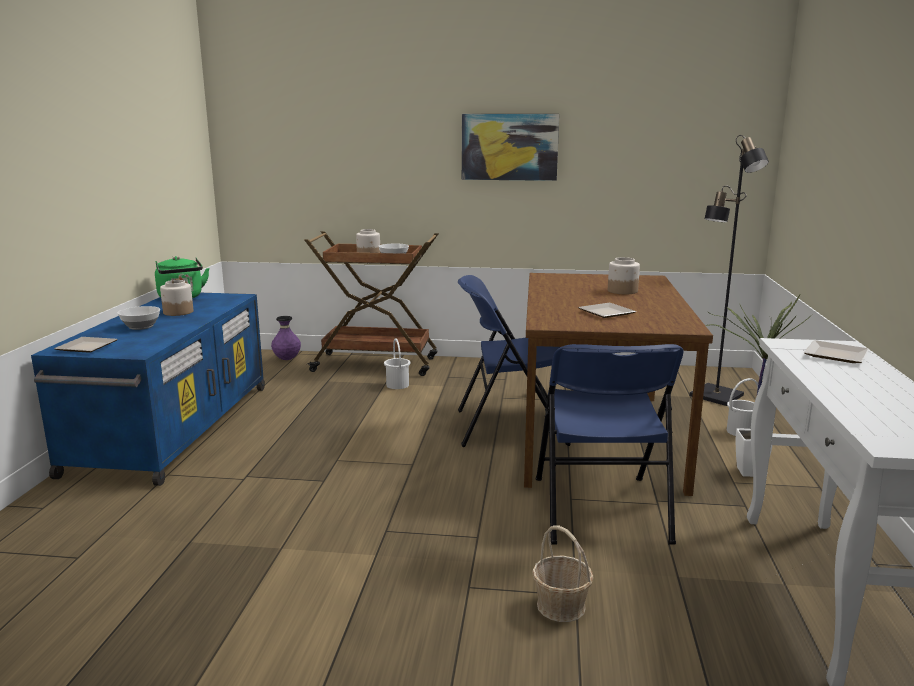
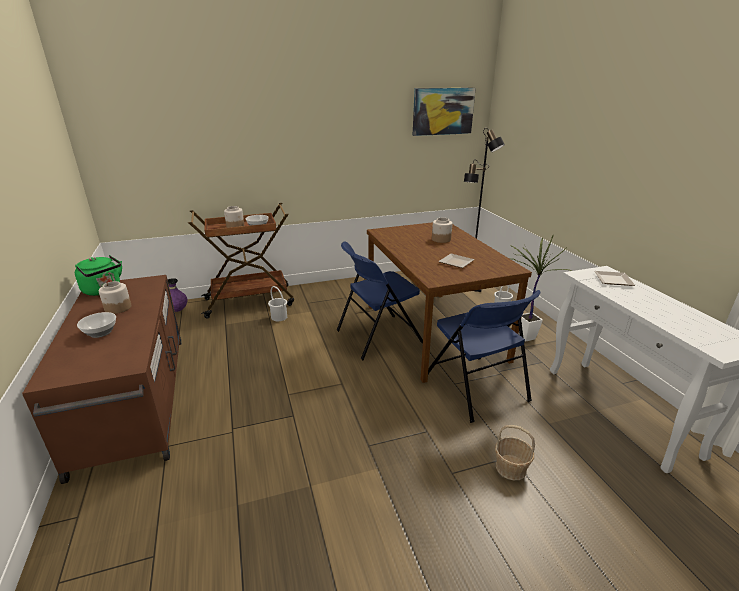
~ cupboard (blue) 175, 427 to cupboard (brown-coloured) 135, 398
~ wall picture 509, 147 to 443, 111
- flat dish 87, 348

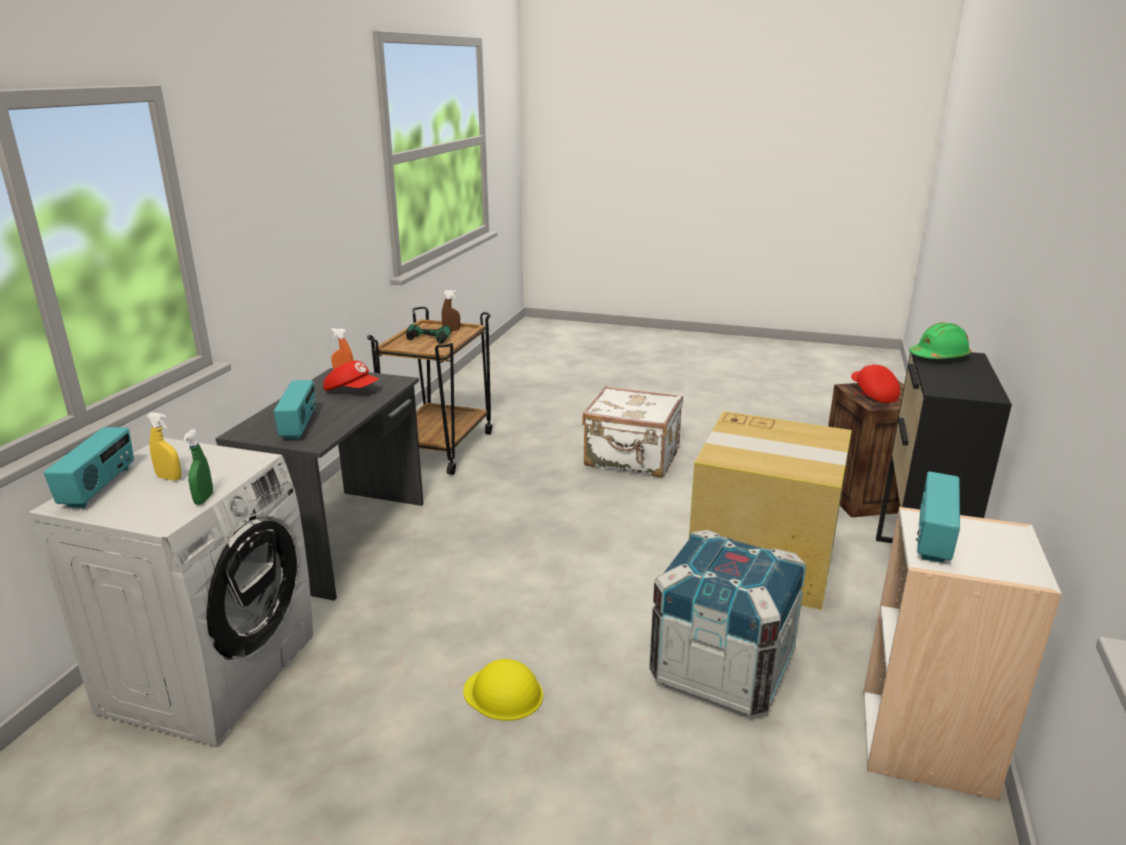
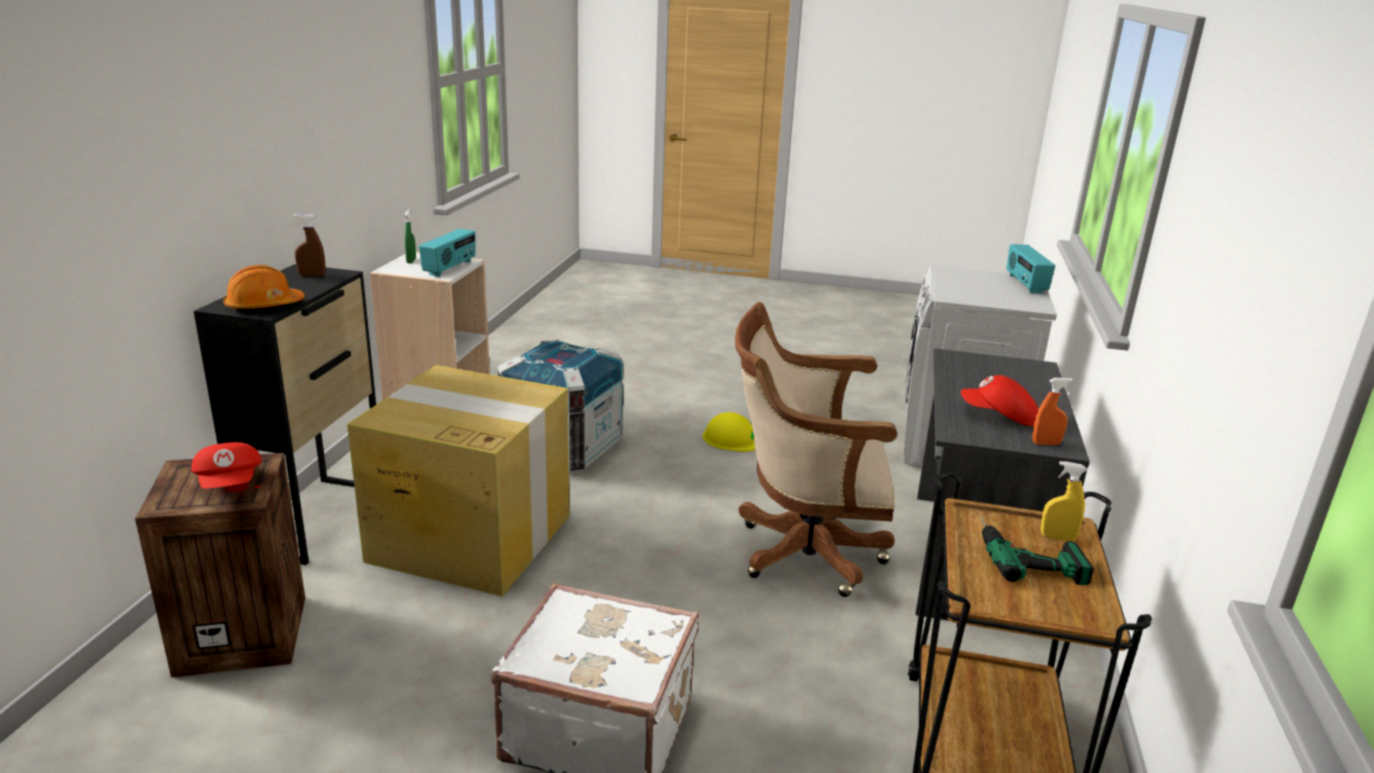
~ work helmet (greenish) 939, 357 to work helmet (orangey) 264, 306
~ spray bottle (brown-coloured) 451, 330 to 312, 276
~ spray bottle (greenish) 204, 499 to 411, 261
+ computer chair 802, 554
~ spray bottle (yellow) 169, 478 to 1057, 537
- radio receiver 299, 426

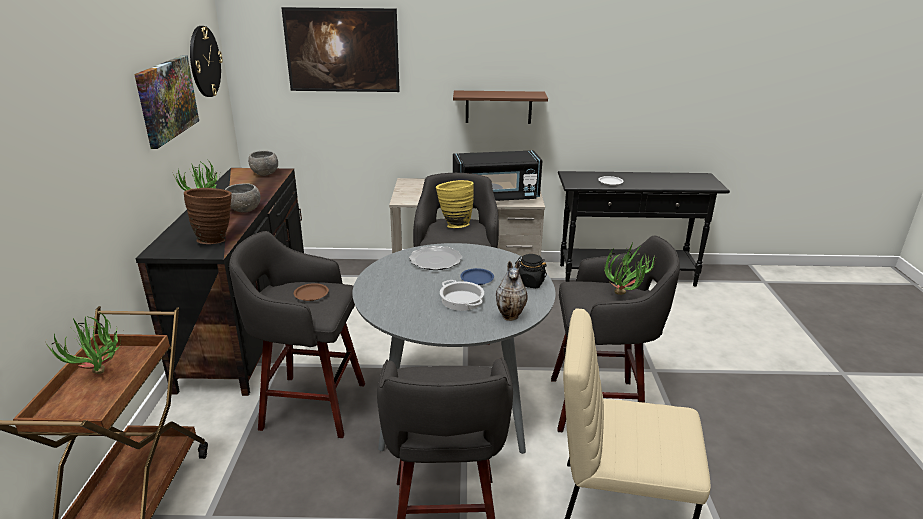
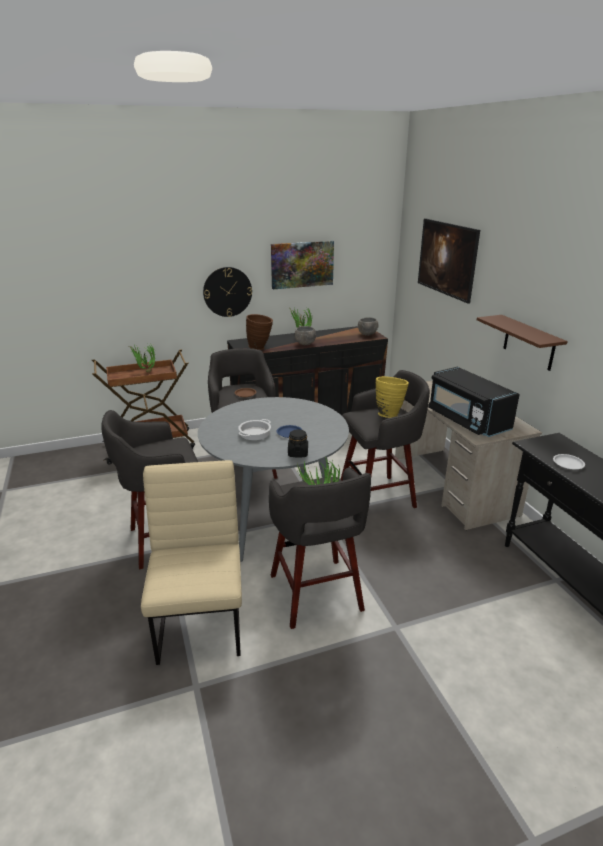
~ clock on the wall 204, 61 to 227, 292
- flat dish 435, 260
- decorative vase 511, 316

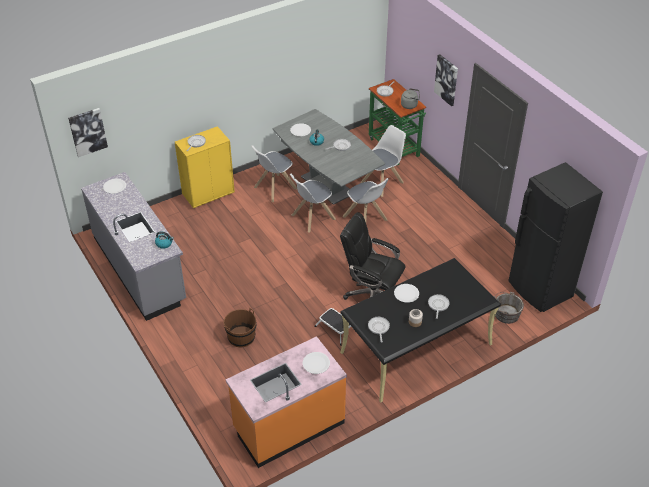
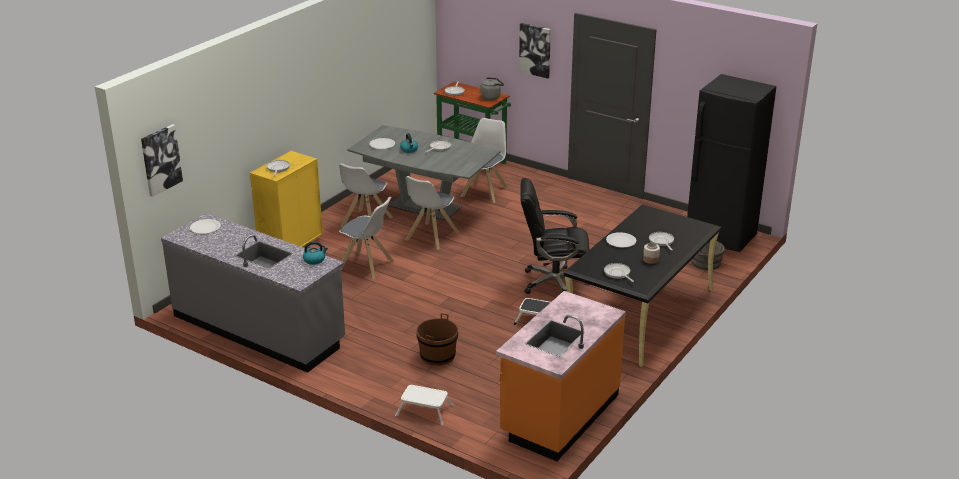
~ chair 365, 219 to 367, 266
+ stepladder (white-coloured) 424, 410
- flat dish (white-coloured) 316, 363

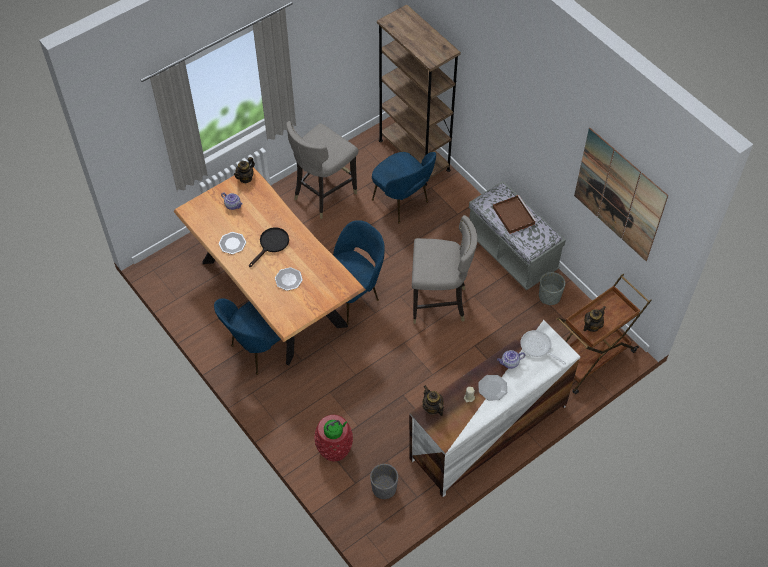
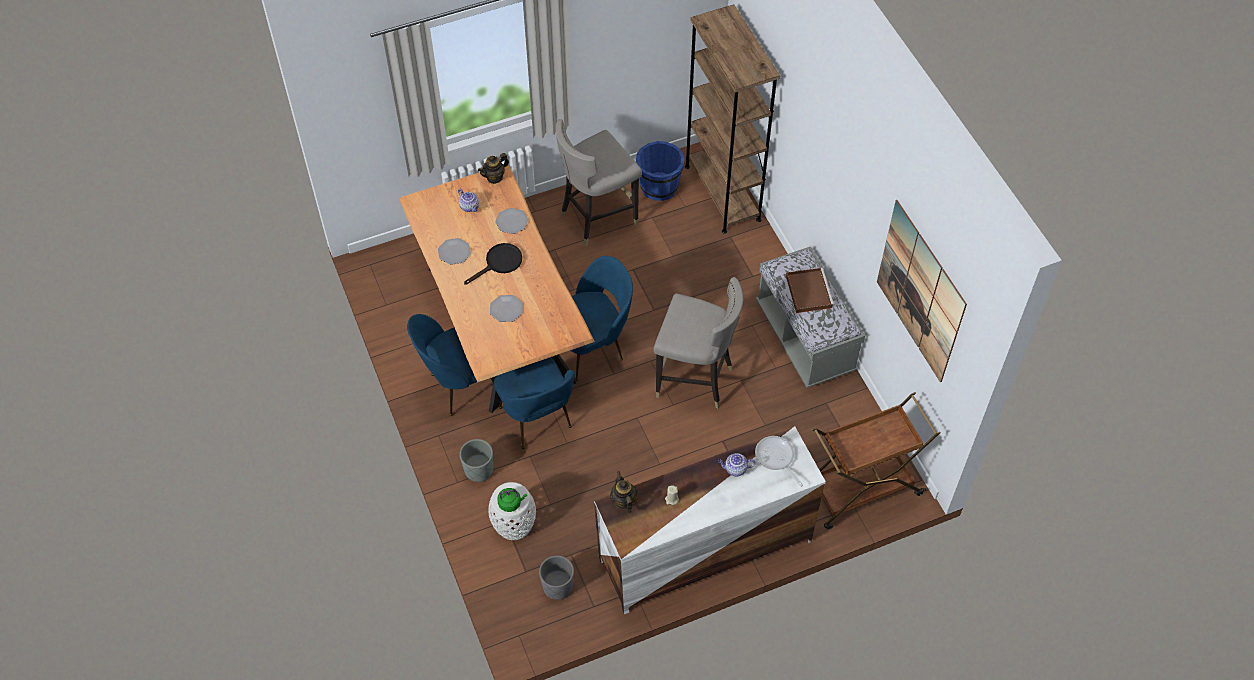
~ flower pot (gray) 549, 296 to 479, 470
~ stool seat (red) 334, 448 to stool seat (white-coloured) 514, 525
~ chair (blue) 403, 204 to 537, 422
~ flat dish 492, 388 to 512, 221
+ pail (blue) 659, 186
- pot for tea 592, 326

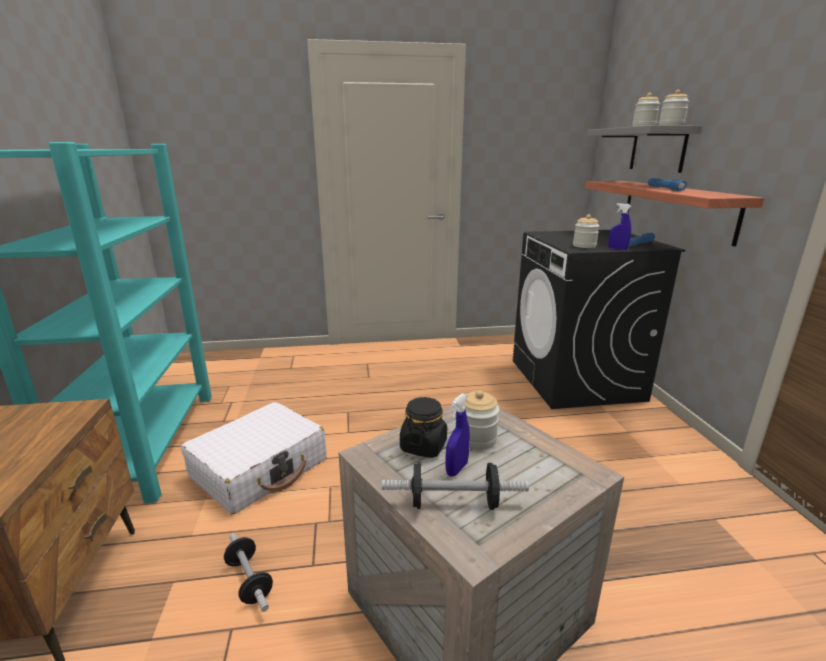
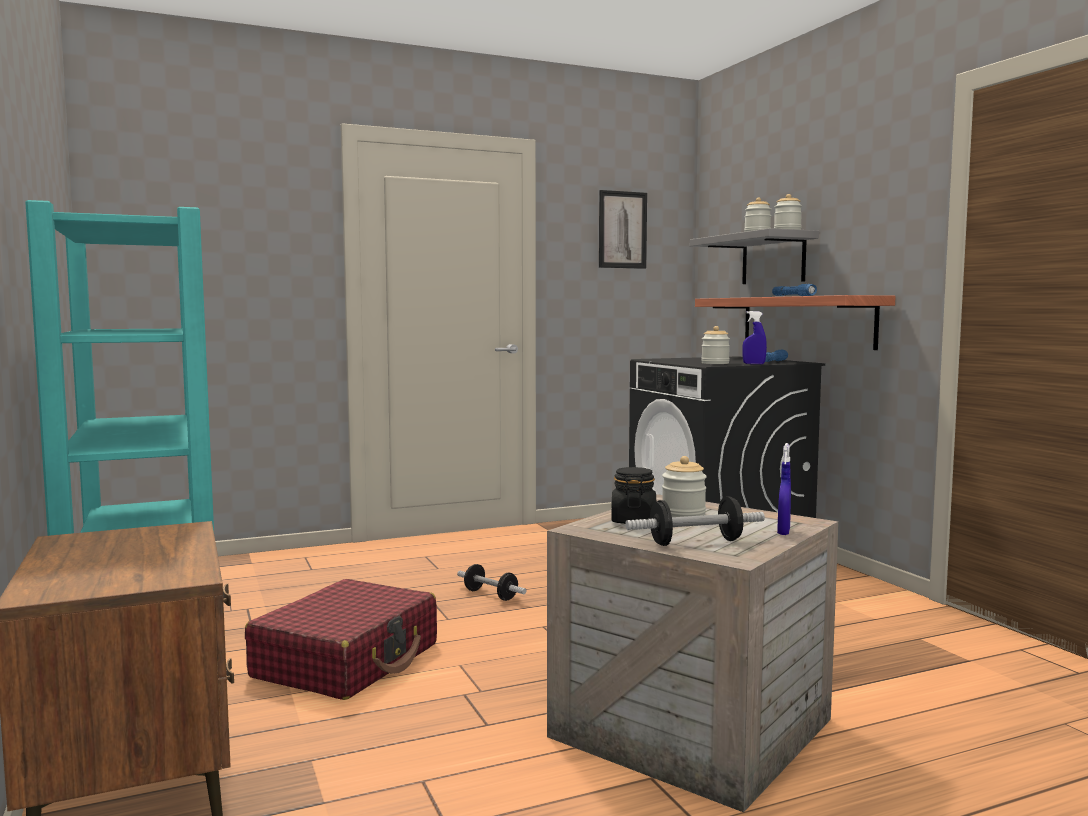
~ travel case (white-coloured) 260, 468 to travel case (red) 348, 661
~ dumbbell 249, 580 to 490, 595
+ wall picture 622, 230
~ spray bottle (blue) 457, 469 to 783, 532

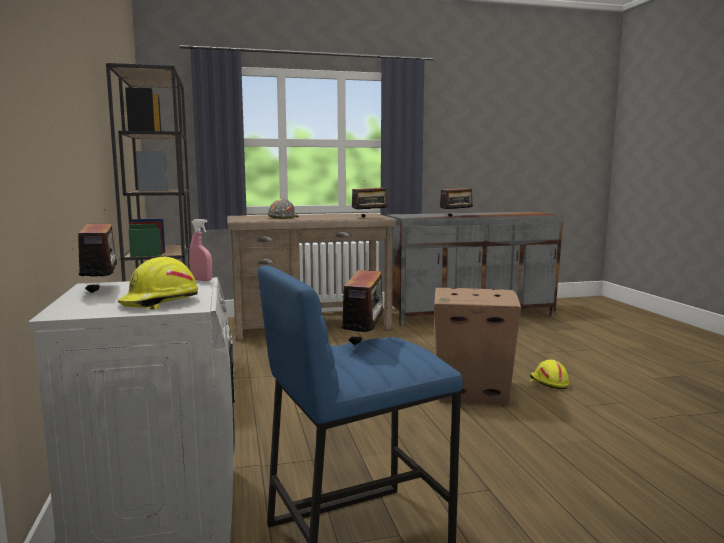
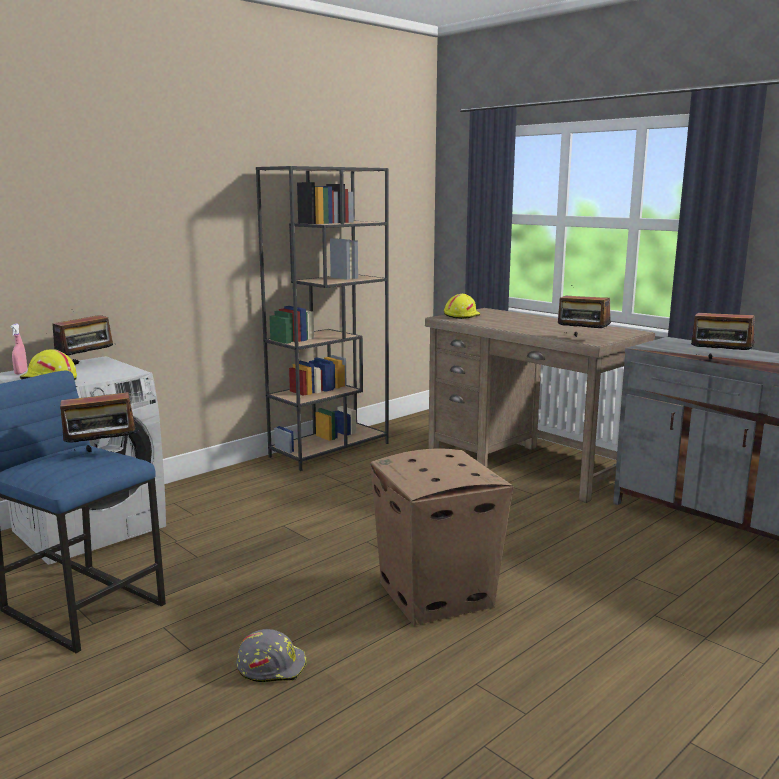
~ spray bottle (pink-coloured) 201, 280 to 21, 373
~ work helmet (gray) 282, 217 to 272, 666
~ work helmet (yellow) 548, 383 to 461, 316

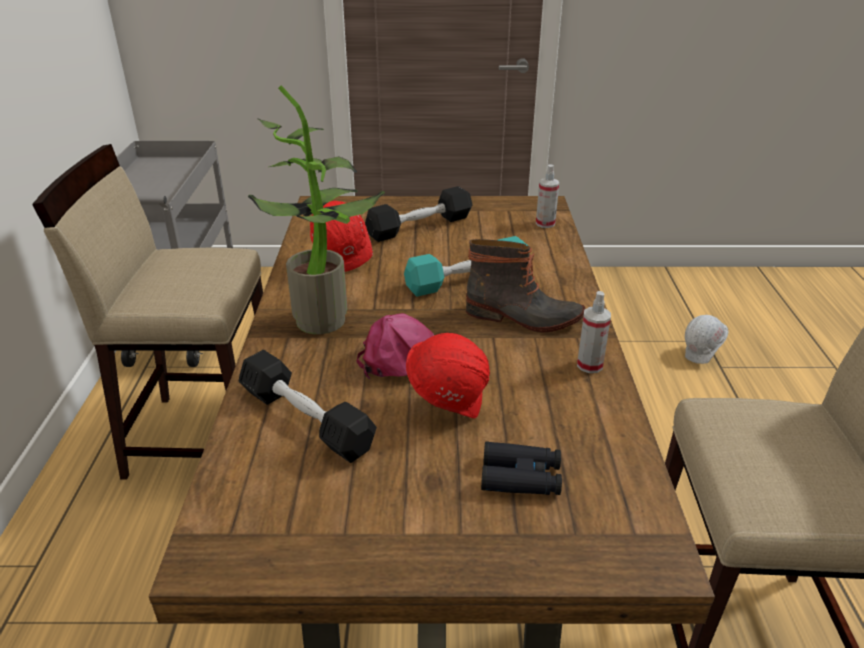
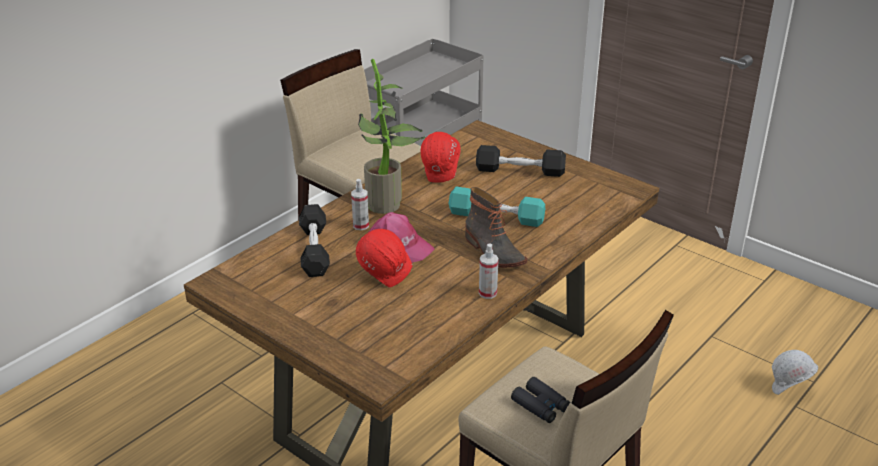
~ spray bottle 545, 223 to 361, 225
~ field glasses (black) 521, 477 to 540, 405

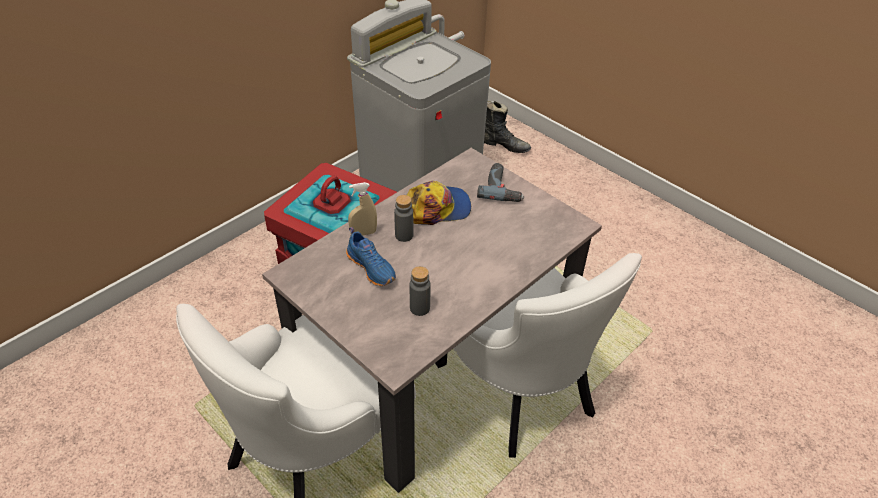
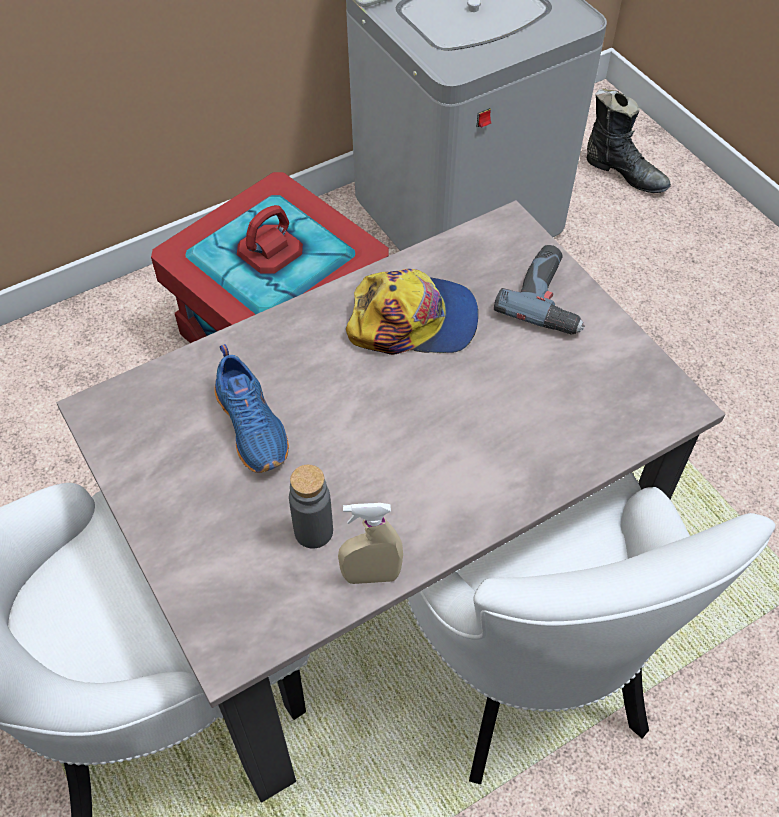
~ spray bottle (sand-coloured) 363, 233 to 371, 576
- drink bottle (gray) 404, 235

